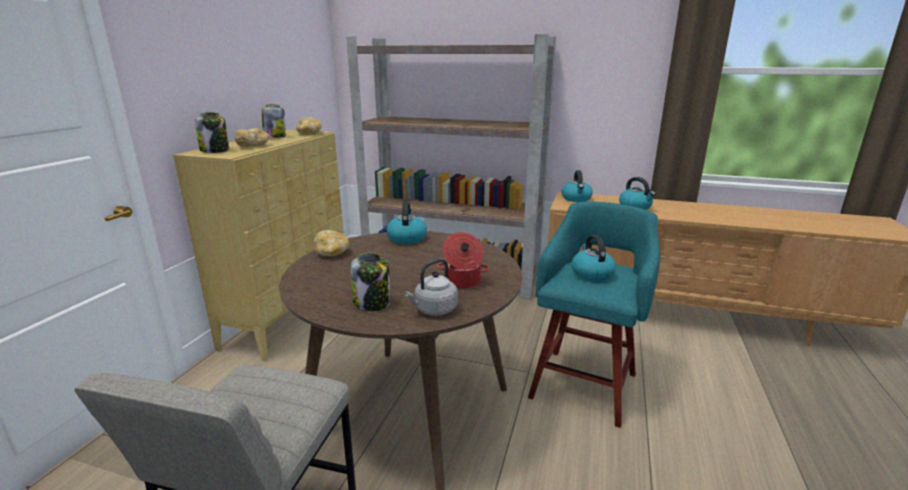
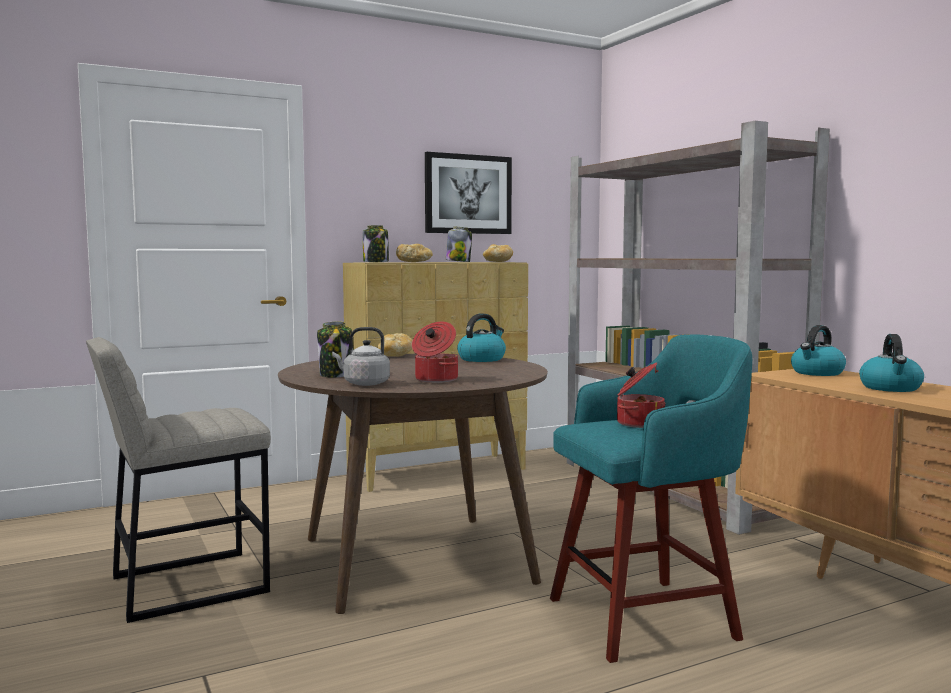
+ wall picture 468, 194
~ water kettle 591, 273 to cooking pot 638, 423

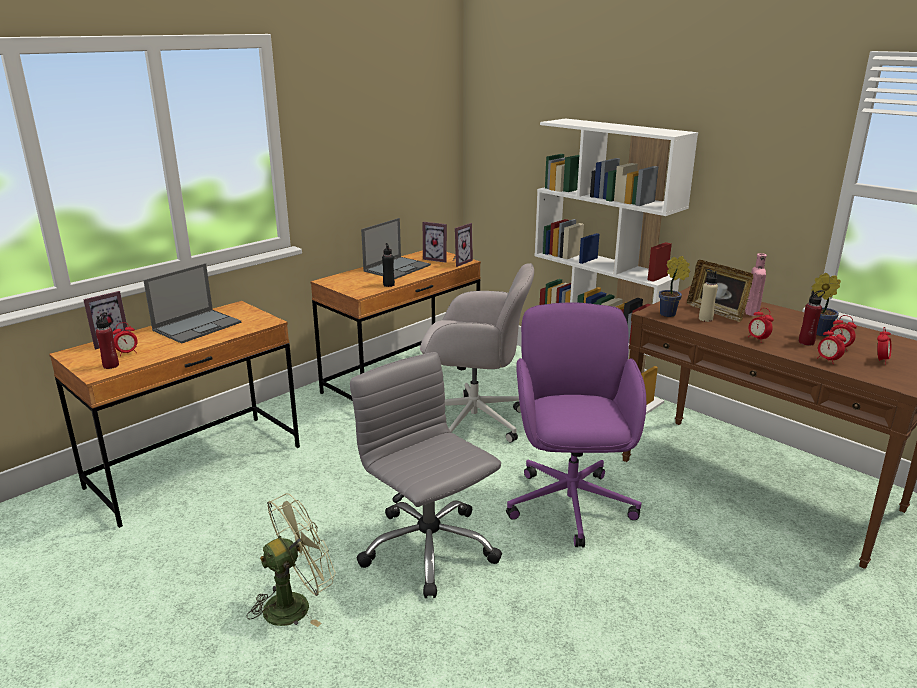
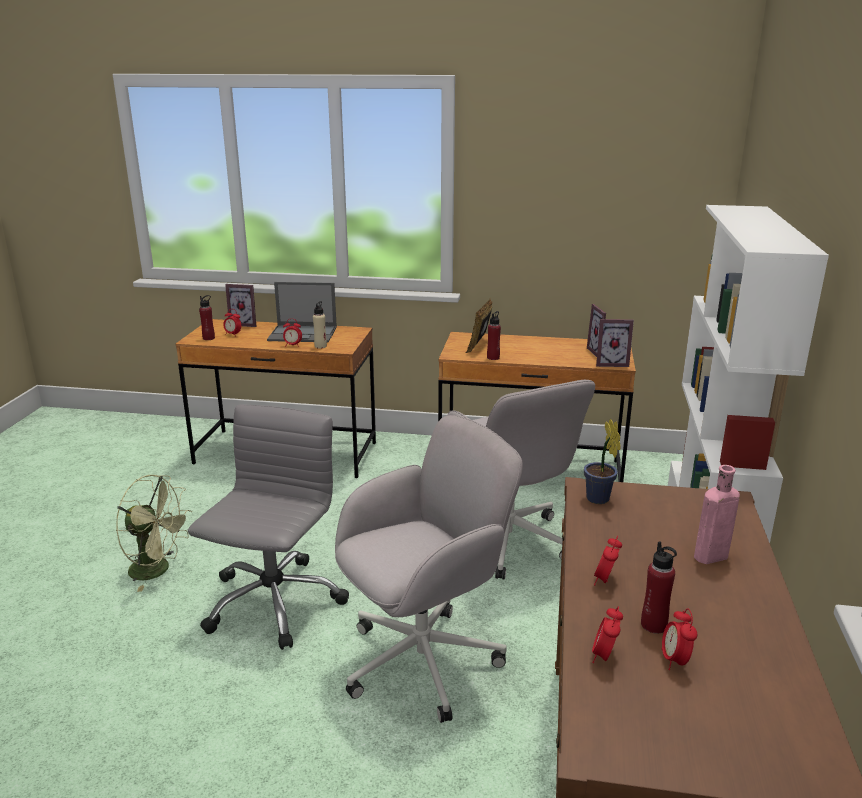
~ alarm clock 880, 360 to 292, 345
~ drink bottle (sand-coloured) 705, 319 to 320, 346
~ computer chair (purple) 570, 504 to computer chair (gray) 424, 662
~ picture frame 716, 312 to 479, 345
~ drink bottle (black) 389, 285 to drink bottle (red) 493, 357
- portable computer 397, 268
- plant in a pot 818, 333

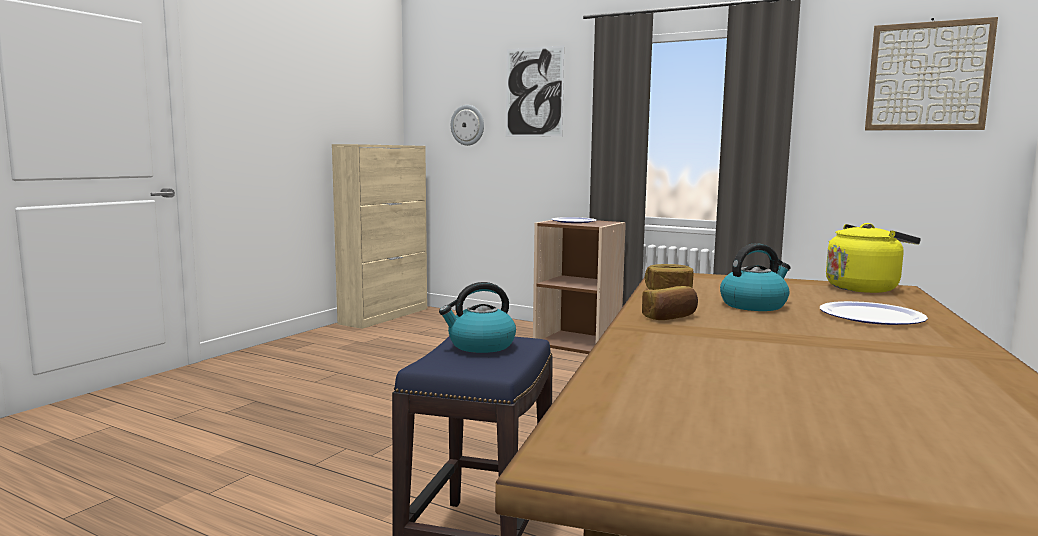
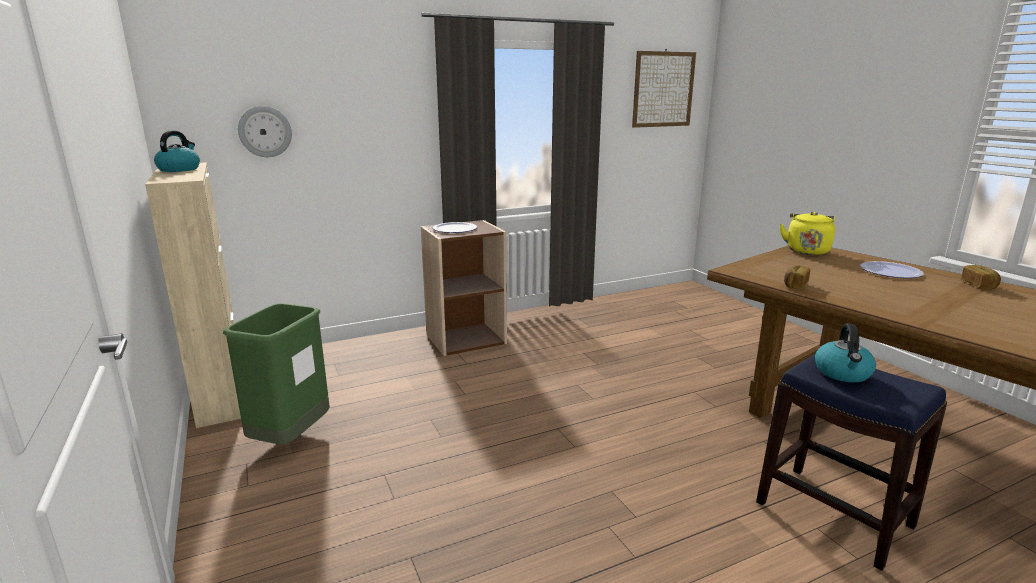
~ water kettle 754, 305 to 179, 169
+ trash can (greenish) 291, 438
~ bakery bread 670, 317 to 979, 285
- wall picture 534, 92

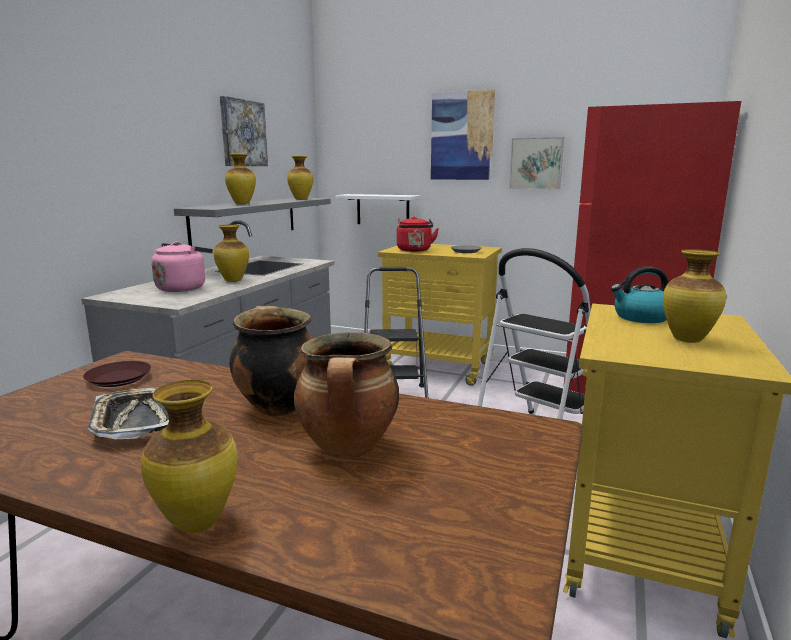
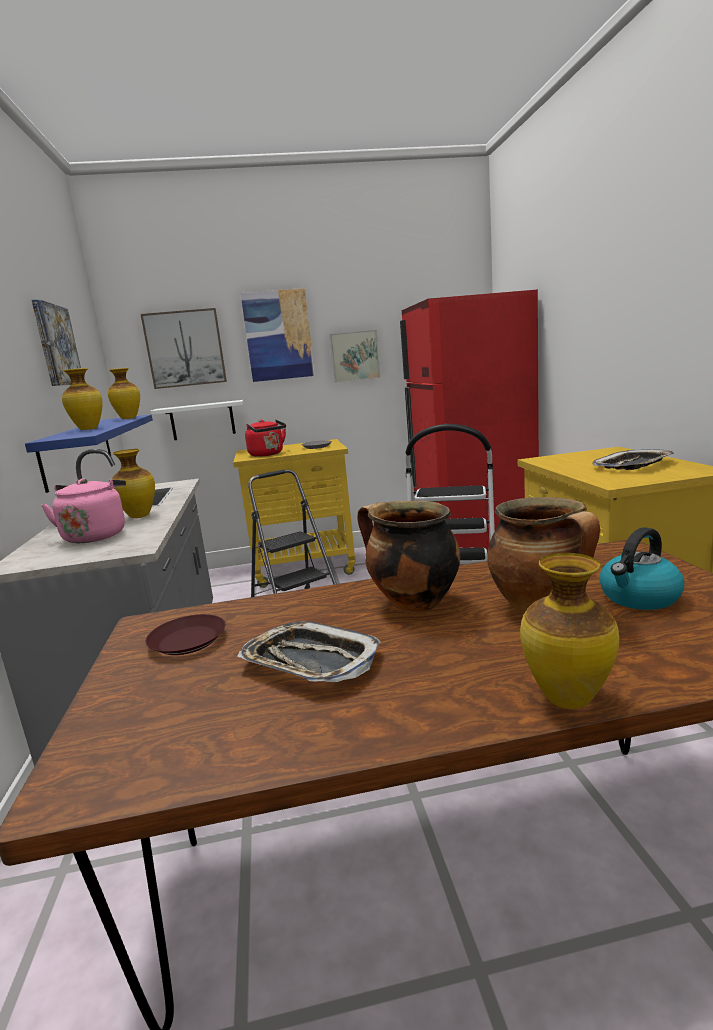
~ wall shelf (gray) 246, 220 to wall shelf (blue) 78, 450
+ wall picture 185, 349
~ decorative vase 687, 340 to serving tray 633, 465
~ water kettle 640, 317 to 639, 598

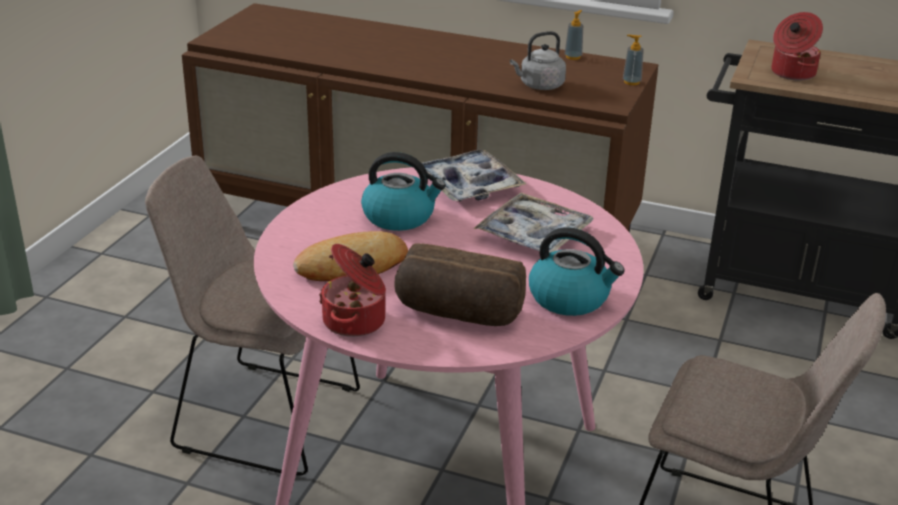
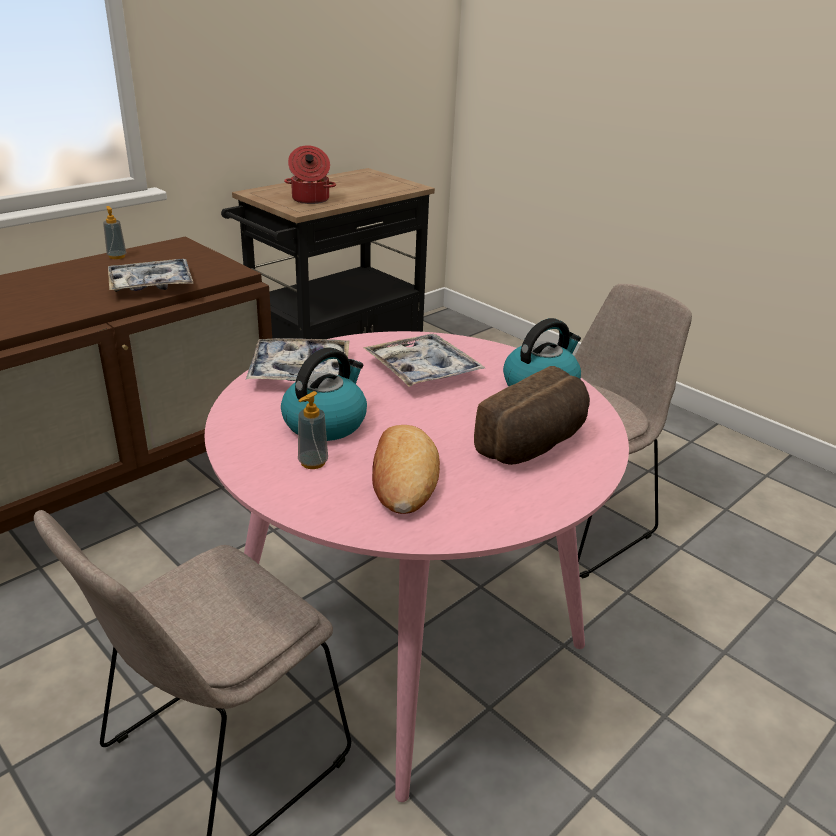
~ water kettle (gray) 539, 86 to serving tray 151, 284
~ soap bottle 631, 82 to 313, 462
- cooking pot 356, 321

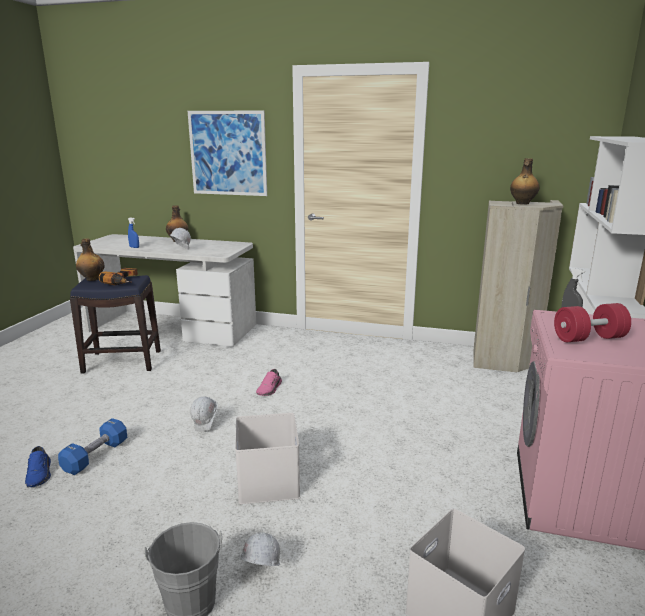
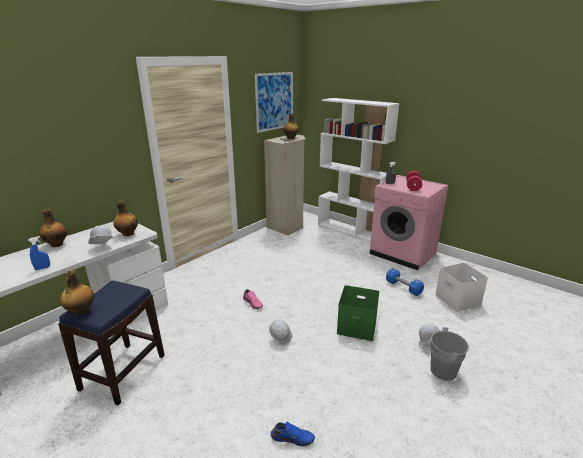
+ drink bottle 127, 234
~ wall picture 228, 153 to 274, 101
~ storage bin (white-coloured) 269, 482 to storage bin (greenish) 357, 326
~ dumbbell (blue) 96, 456 to 403, 287
- drill 123, 281

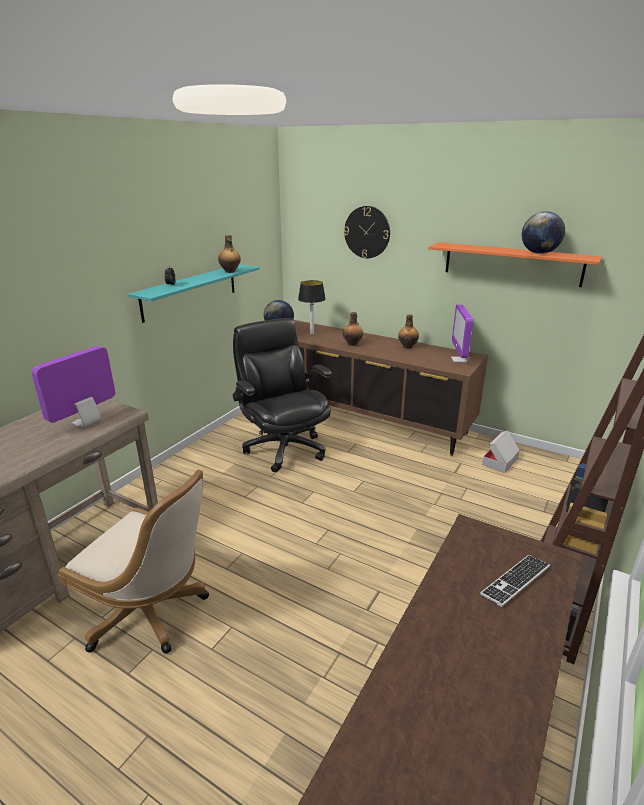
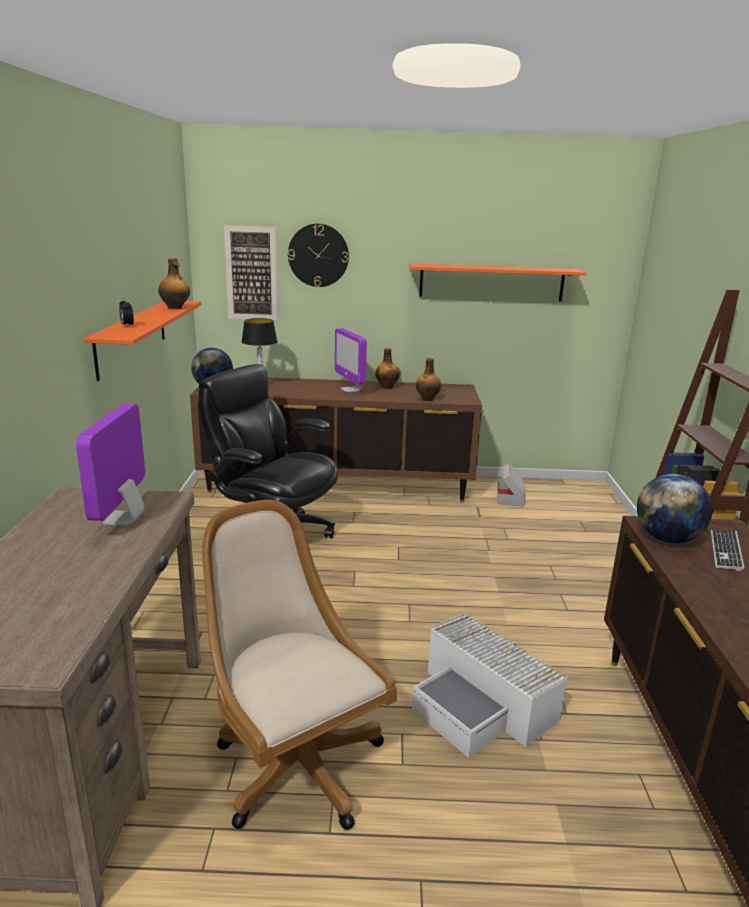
~ wall shelf (turquoise-coloured) 190, 291 to wall shelf (orangey) 132, 337
~ computer chair 153, 612 = 292, 757 120 degrees counterclockwise
+ wall picture 251, 273
~ monitor 459, 359 to 350, 389
+ storage bin (white-coloured) 482, 704
~ drink bottle 352, 344 to 428, 399
~ globe 539, 253 to 667, 539

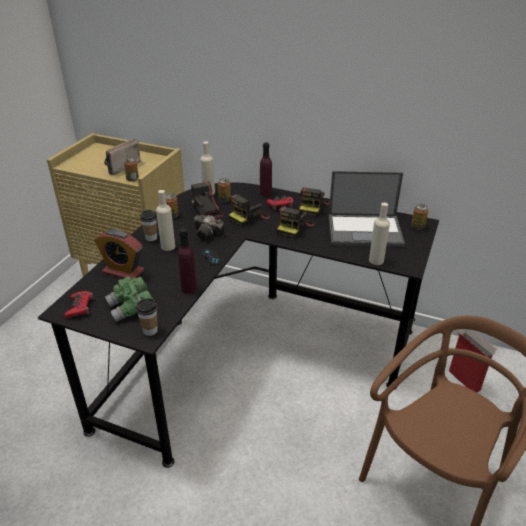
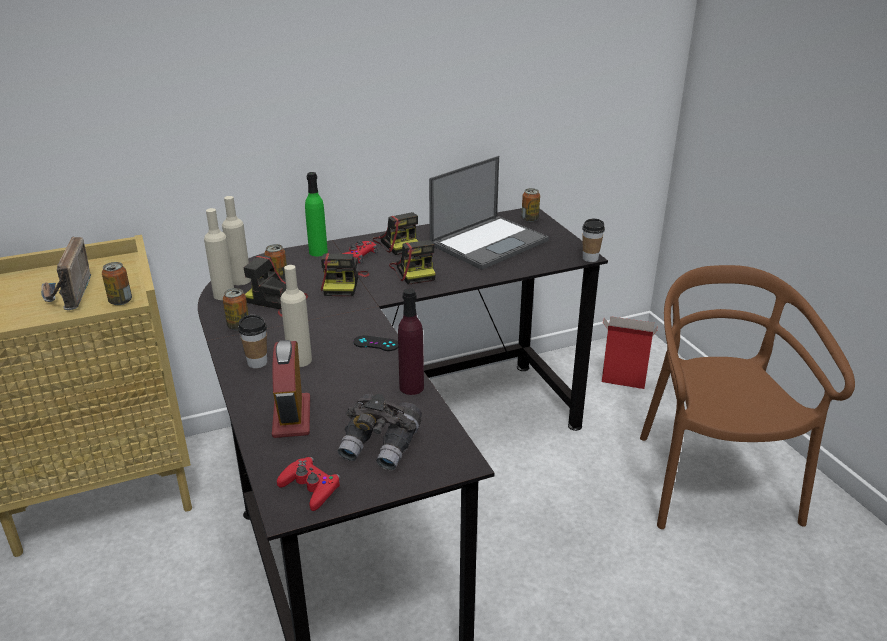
~ drink bottle (sand-coloured) 376, 260 to 224, 295
~ alarm clock 123, 271 = 292, 417 105 degrees clockwise
~ drink bottle (purple) 265, 193 to drink bottle (greenish) 318, 252
~ field glasses (greenish) 131, 308 to field glasses (gray) 381, 446
~ small cup 150, 331 to 590, 258
- photo camera 208, 235

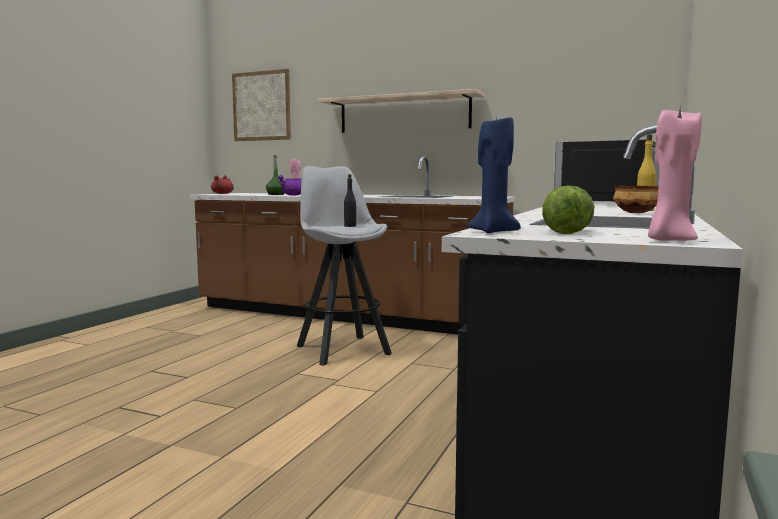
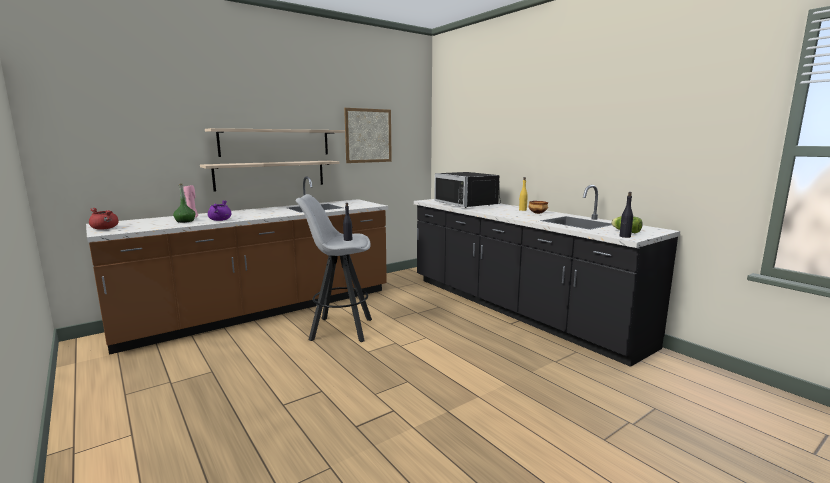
+ wall shelf 271, 175
~ wall picture 261, 105 to 368, 135
~ wax light (blue) 493, 232 to drink bottle (black) 625, 236
- wax light (pink-coloured) 669, 241

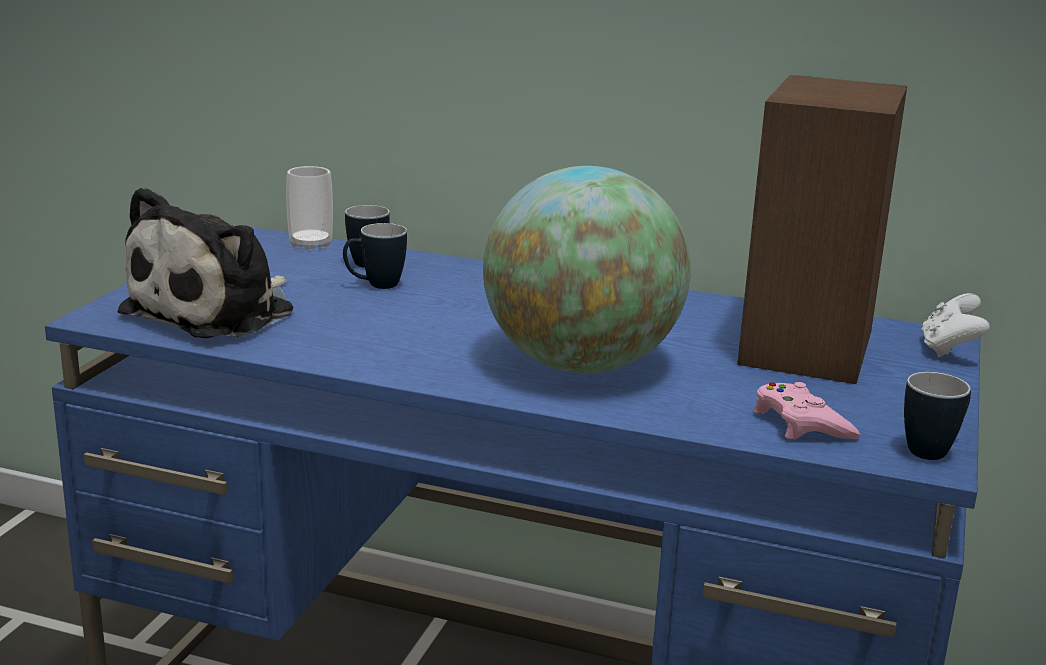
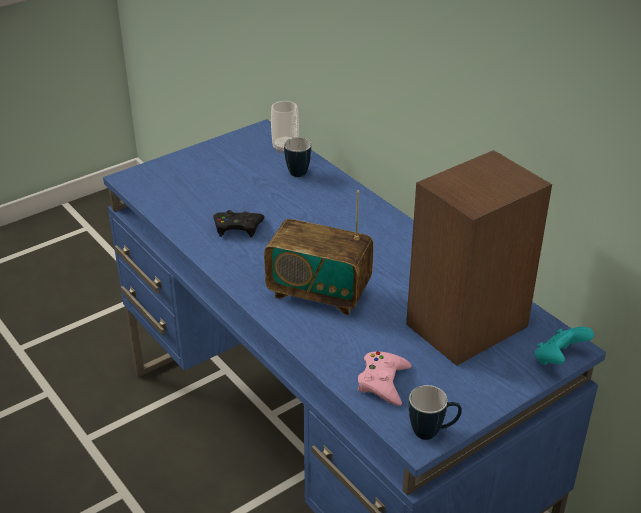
+ joypad (black) 237, 227
~ globe 581, 364 to radio receiver 319, 293
~ joypad (white-coloured) 949, 349 to joypad (turquoise-coloured) 558, 360
- plush toy 217, 311
- coffee mug 375, 286

